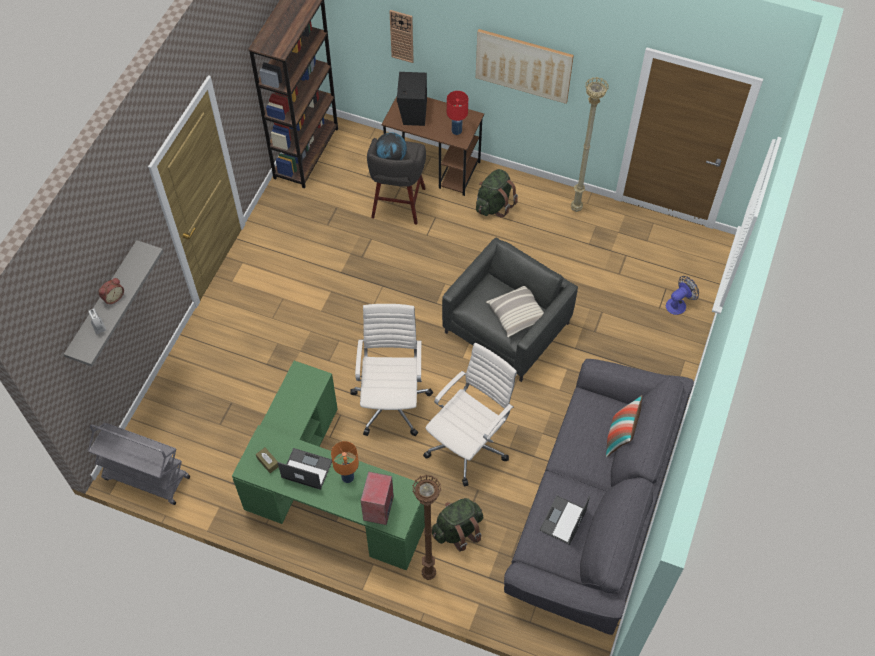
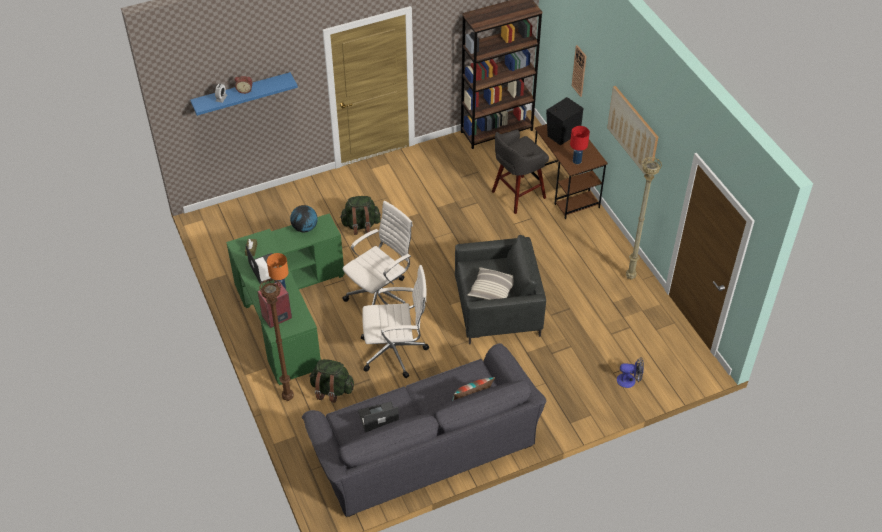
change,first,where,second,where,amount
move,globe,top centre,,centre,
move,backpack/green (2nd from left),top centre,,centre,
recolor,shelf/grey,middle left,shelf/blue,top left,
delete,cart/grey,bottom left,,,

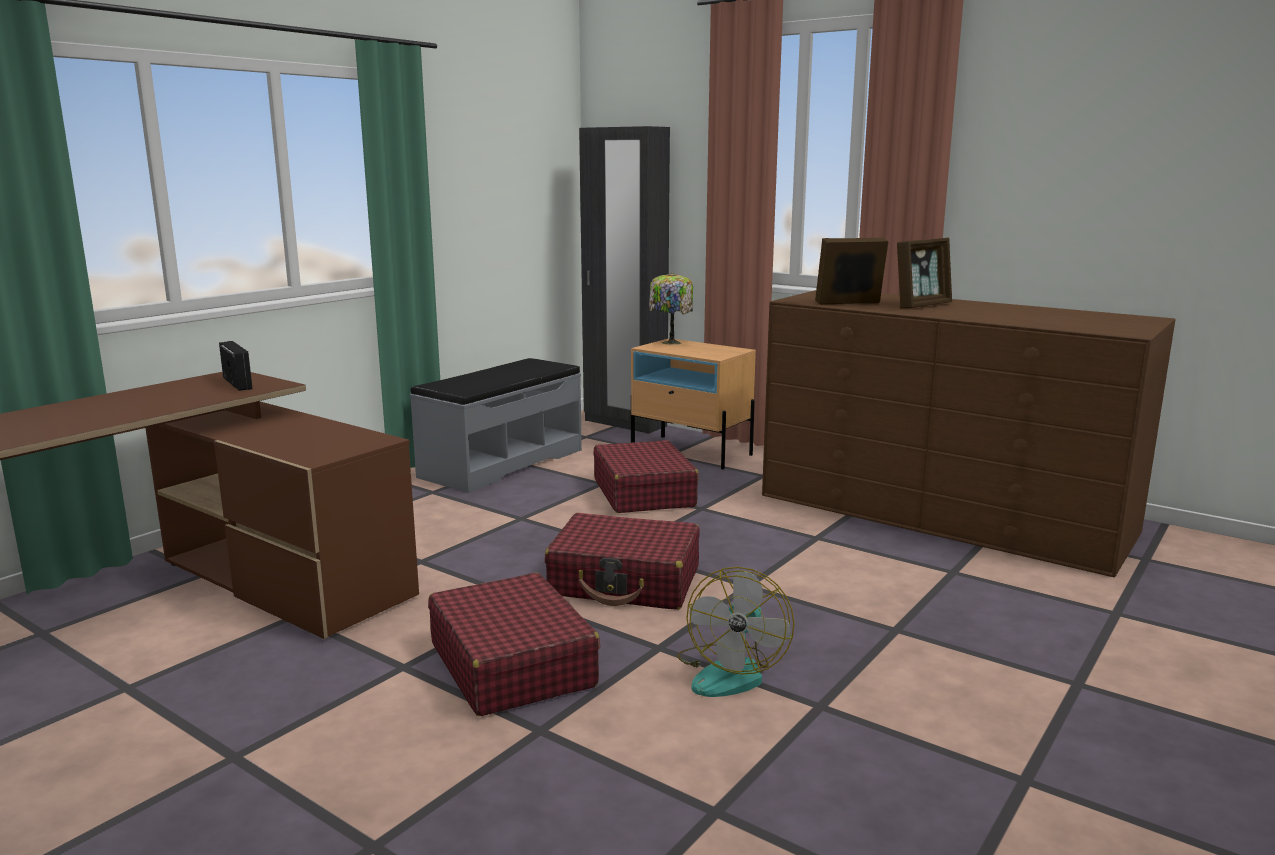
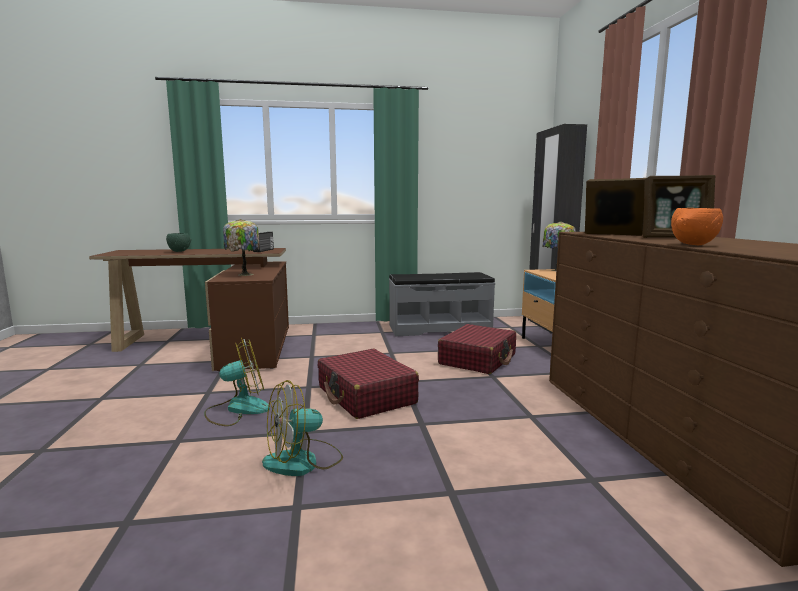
change,first,where,second,where,amount
replace,suitcase/red (1st from left),bottom centre,fan (1st from left),middle left,
insert,,,bowl/orange,middle right,
insert,,,table lamp (1st from left),middle left,
insert,,,bowl/green,middle left,

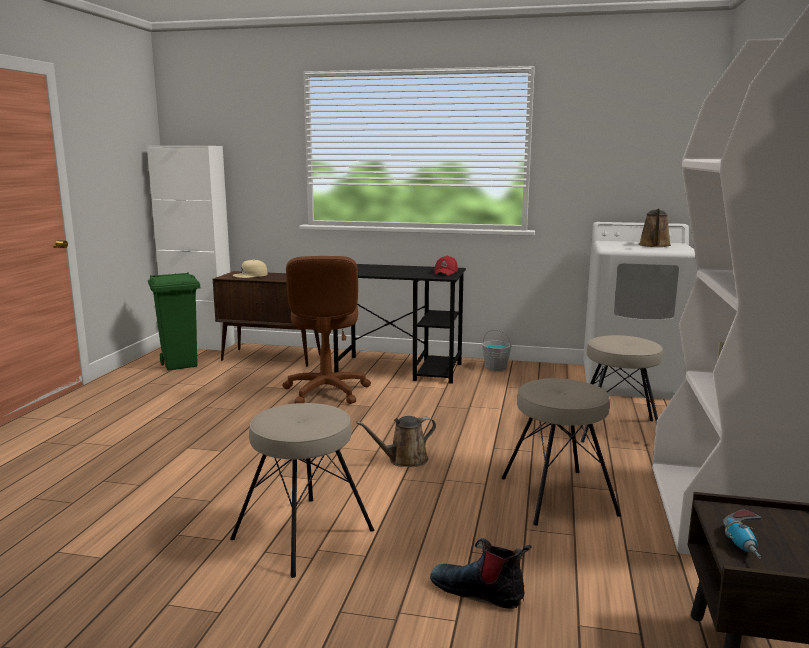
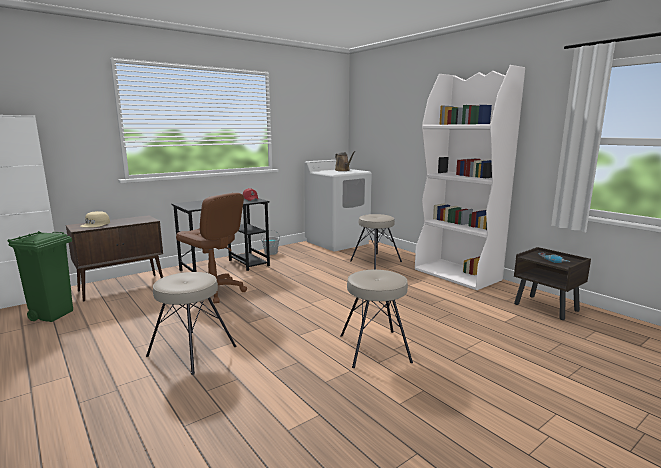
change,first,where,second,where,amount
move,stool/beige (2nd from left in the first image),bottom right,stool/beige (1st from left),bottom left,
delete,watering can/brown (1st from left),bottom centre,,,
delete,boot,bottom centre,,,

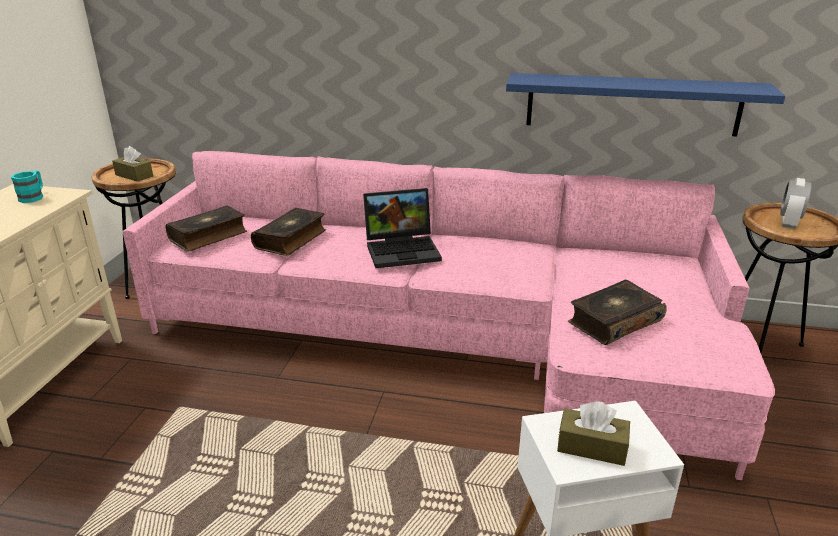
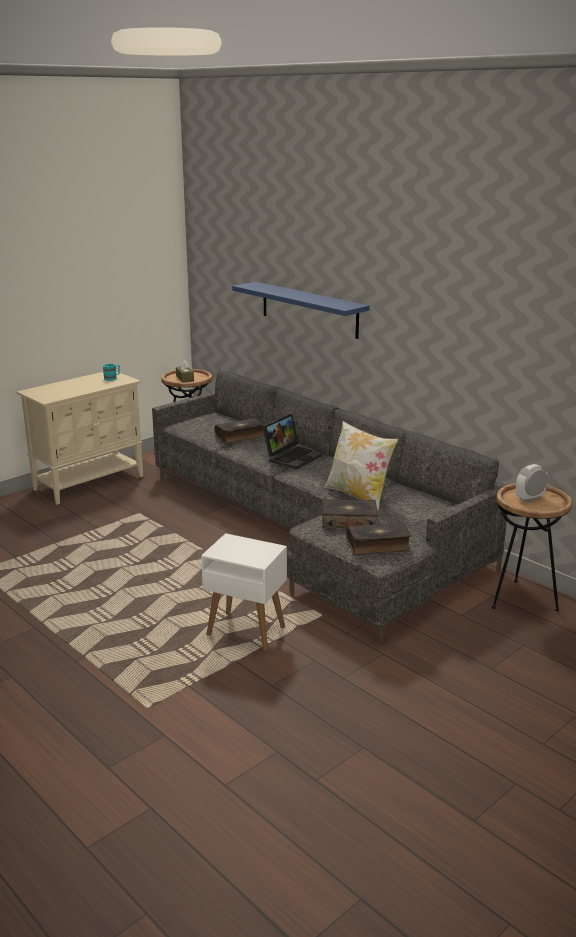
change,first,where,second,where,amount
move,shelf/blue,top right,,top centre,
recolor,sofa/pink,centre,sofa/grey,centre,
rotate,laptop,centre,,centre,75 degrees counterclockwise
move,book (1st from left in the first image),middle left,book (3rd from left),centre,
delete,tissue box/brown (2nd from left),bottom right,,,
insert,,,pillow,centre,

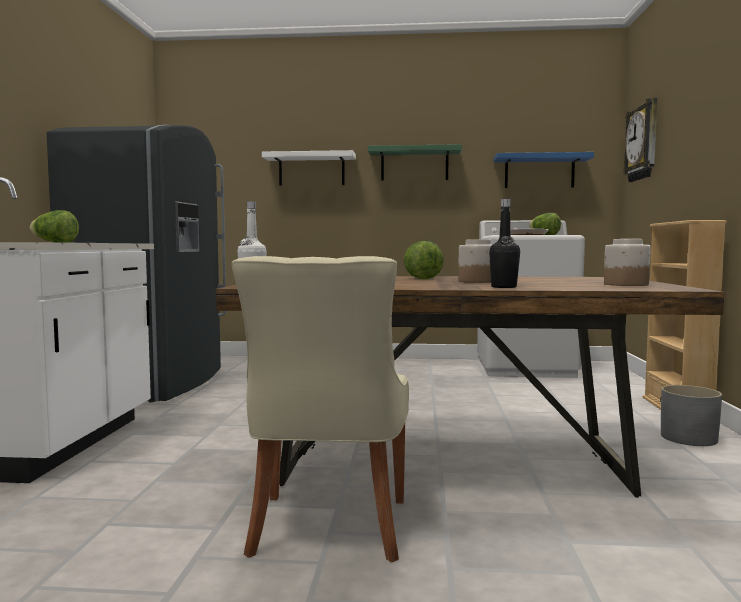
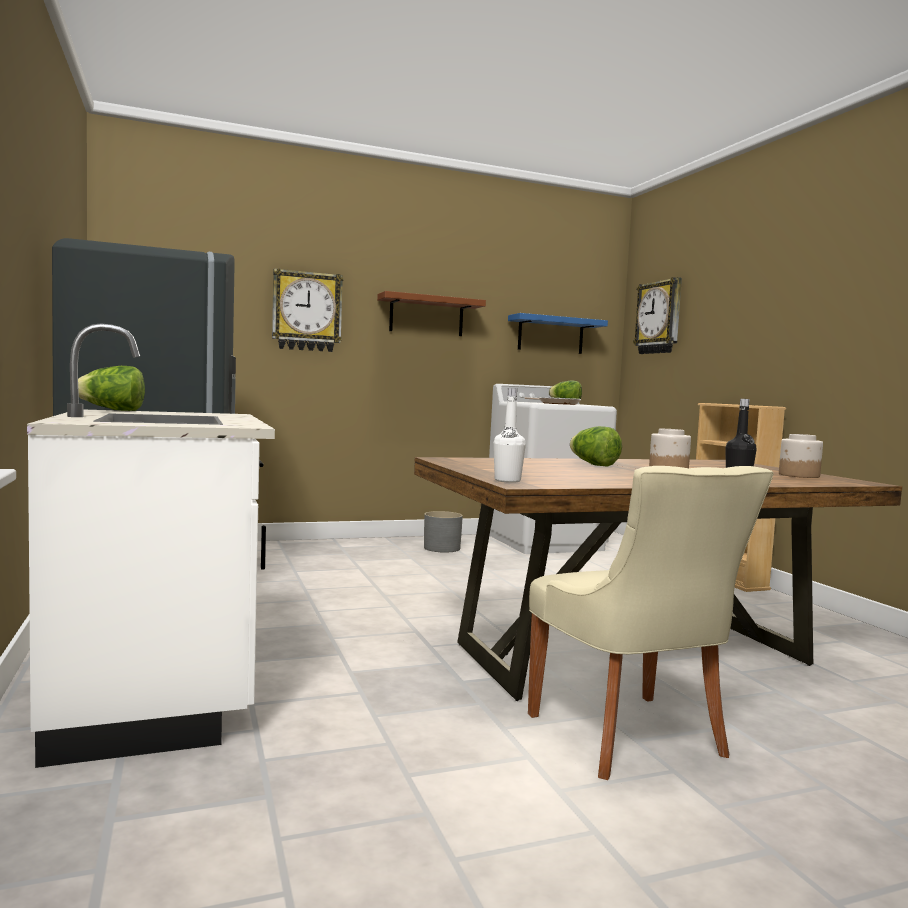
change,first,where,second,where,amount
recolor,shelf/green,top centre,shelf/brown,centre,
replace,shelf/white,top centre,wall clock (1st from left),centre,
move,planter/grey,bottom right,,centre,

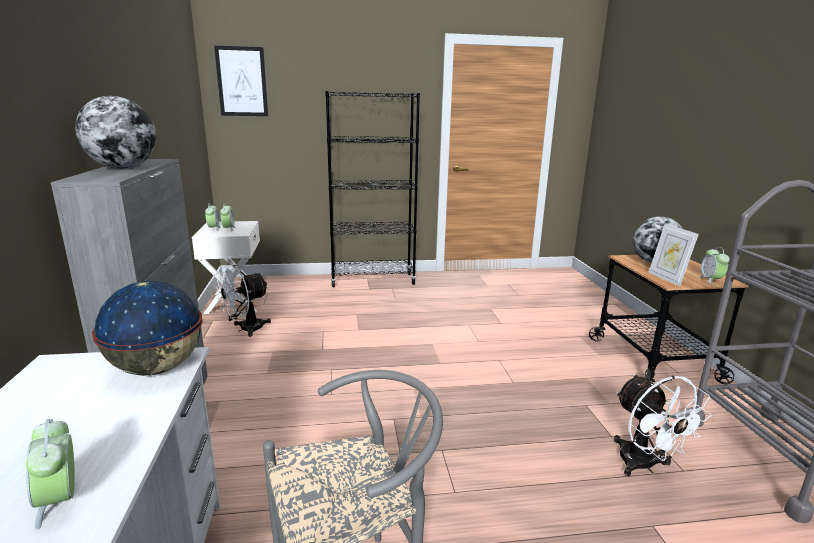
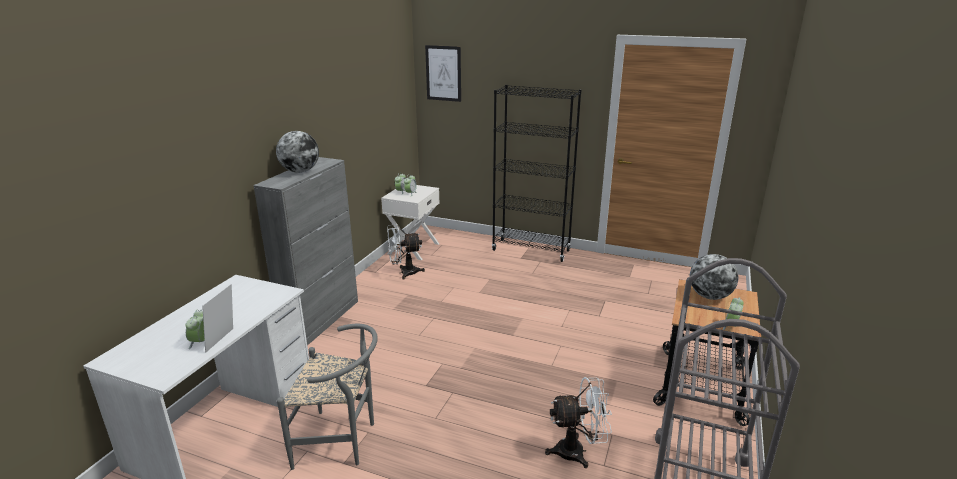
change,first,where,second,where,amount
move,picture frame,middle right,,middle left,
delete,globe (2nd from left),middle left,,,
rotate,fan/white (2nd from left),bottom right,,bottom centre,105 degrees counterclockwise

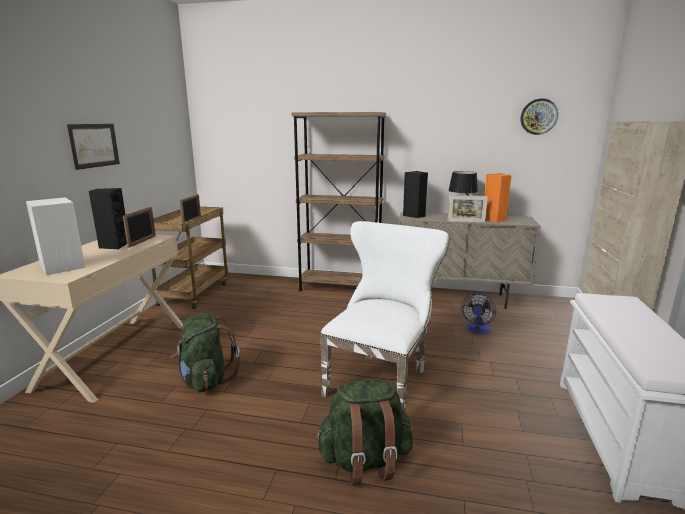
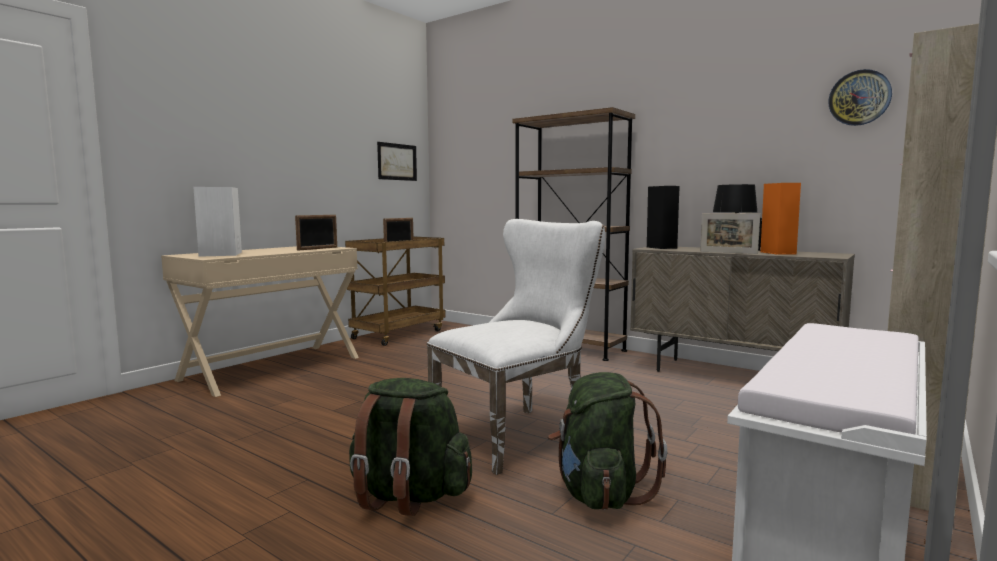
change,first,where,second,where,amount
move,picture,top left,,top centre,
delete,speaker/black (1st from left),middle left,,,
delete,fan,middle right,,,
move,backpack/green (1st from left in the first image),bottom left,backpack/green (2nd from left),bottom centre,

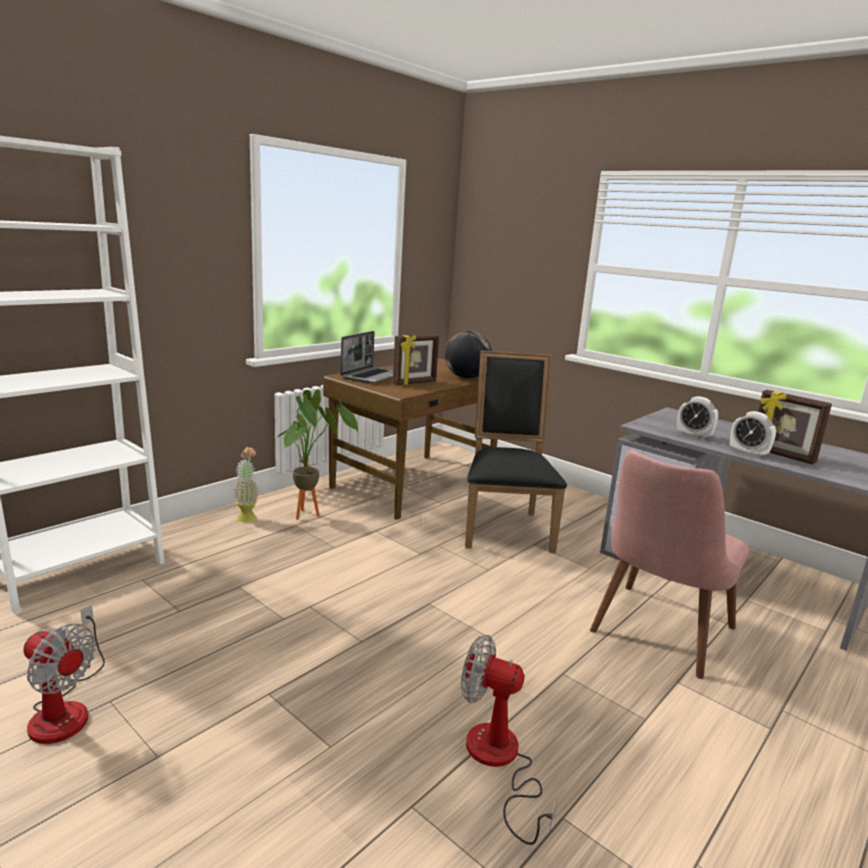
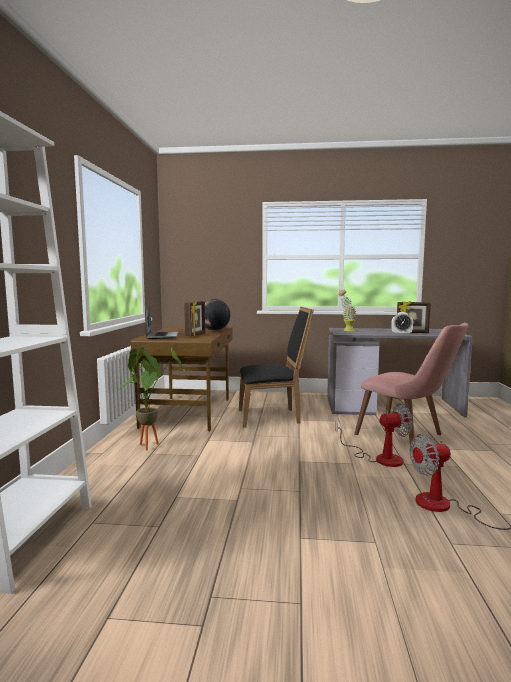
change,first,where,second,where,amount
rotate,chair/black,centre,,centre,120 degrees clockwise
delete,alarm clock (1st from left),middle right,,,
move,potted plant (1st from left in the first image),middle left,potted plant (2nd from left),middle right,
rotate,chair/pink,middle right,,middle right,45 degrees counterclockwise
move,fan (1st from left),bottom left,,middle right,

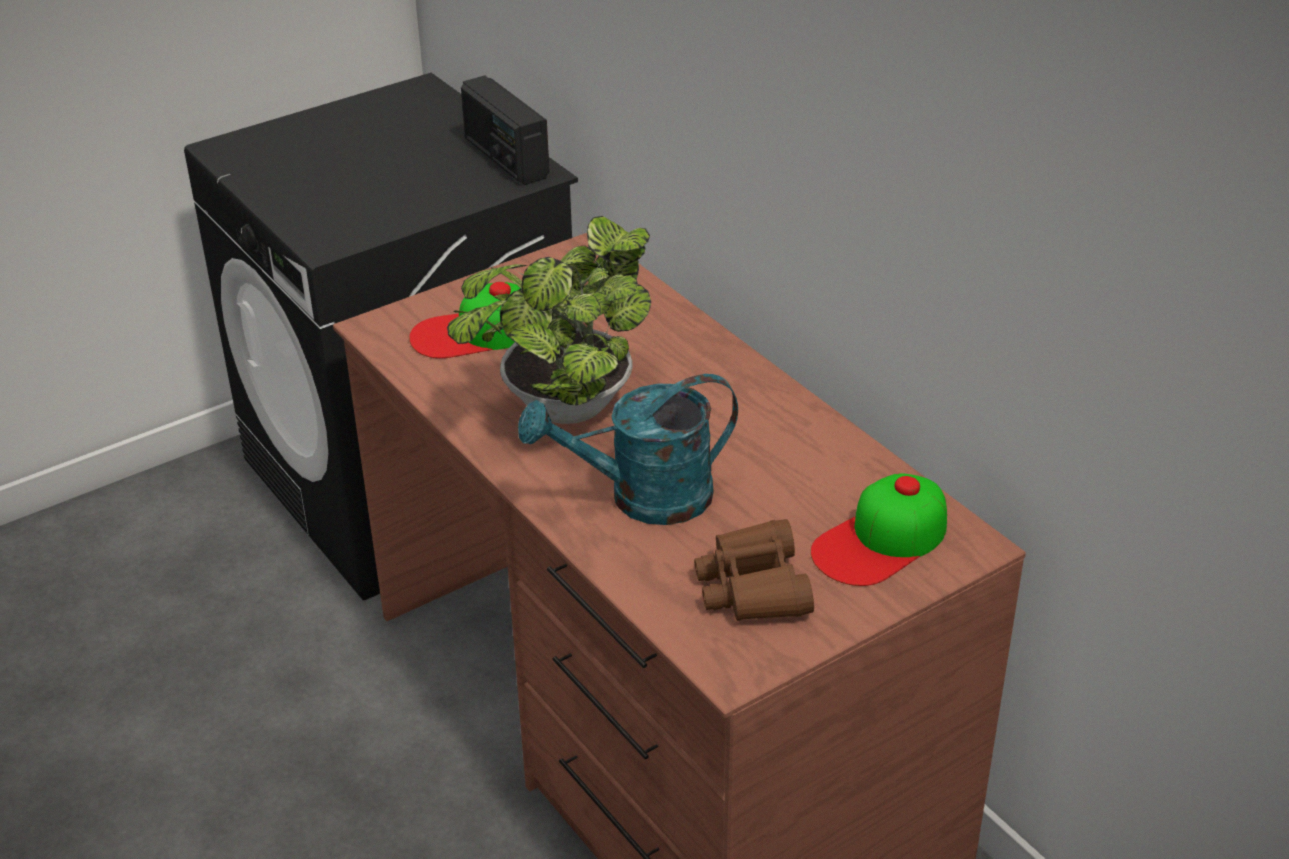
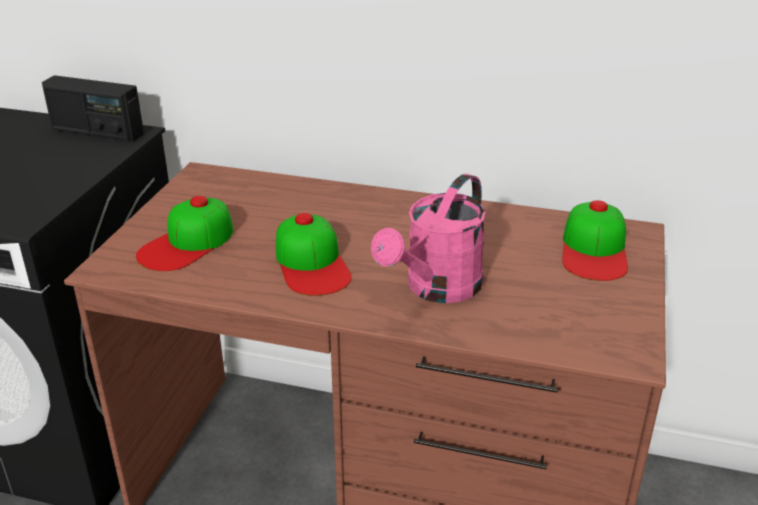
change,first,where,second,where,amount
replace,potted plant,centre,cap (2nd from left),centre,
recolor,watering can/turquoise,centre,watering can/pink,centre,
delete,binoculars/brown,centre,,,

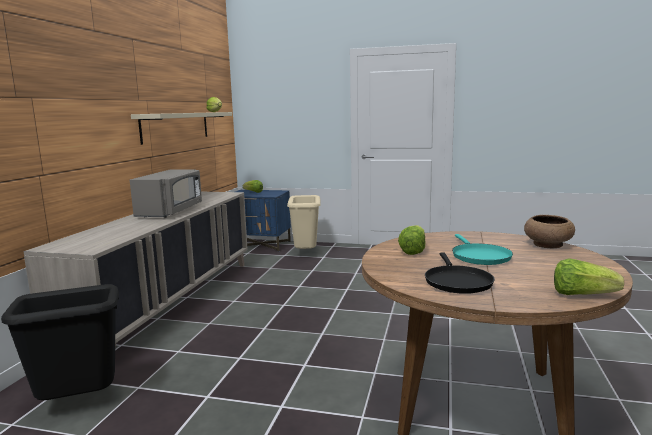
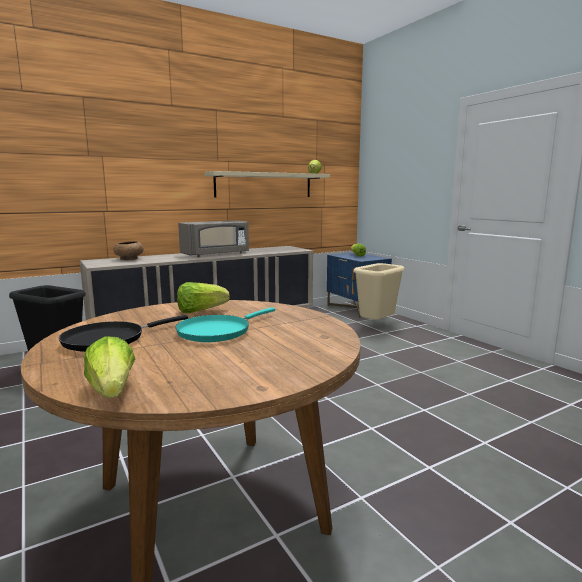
change,first,where,second,where,amount
move,bowl/brown,middle right,,middle left,

